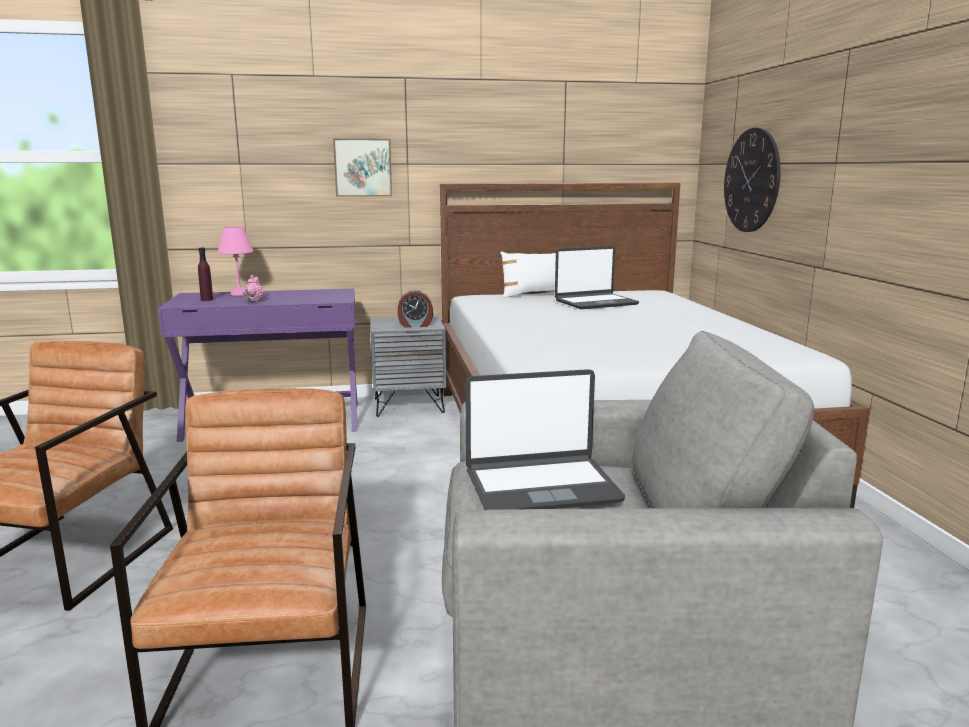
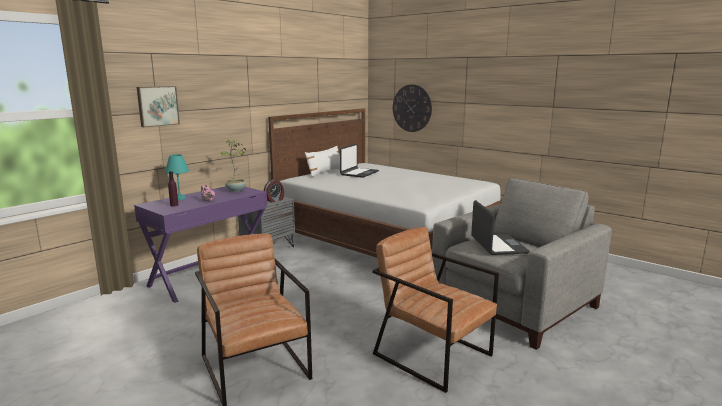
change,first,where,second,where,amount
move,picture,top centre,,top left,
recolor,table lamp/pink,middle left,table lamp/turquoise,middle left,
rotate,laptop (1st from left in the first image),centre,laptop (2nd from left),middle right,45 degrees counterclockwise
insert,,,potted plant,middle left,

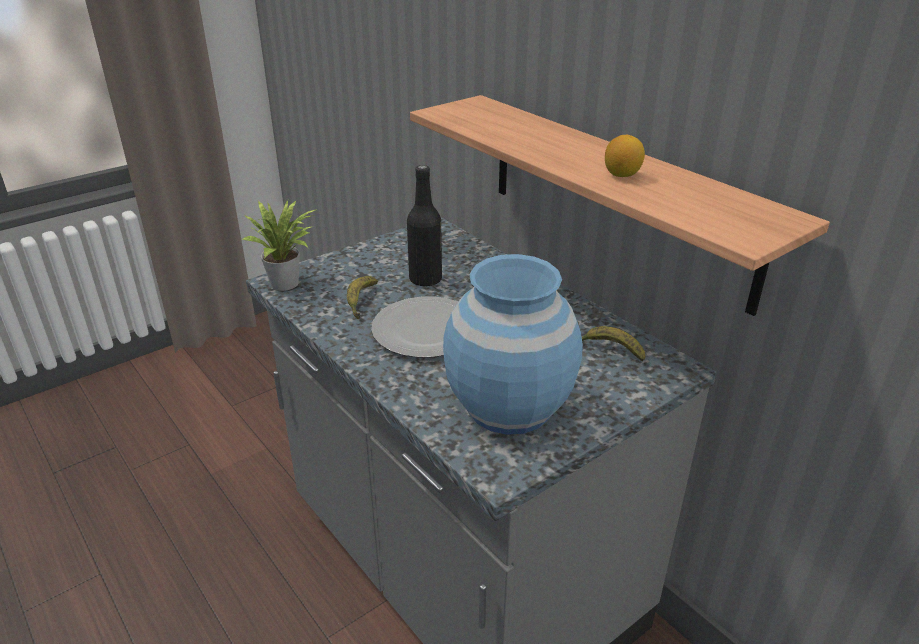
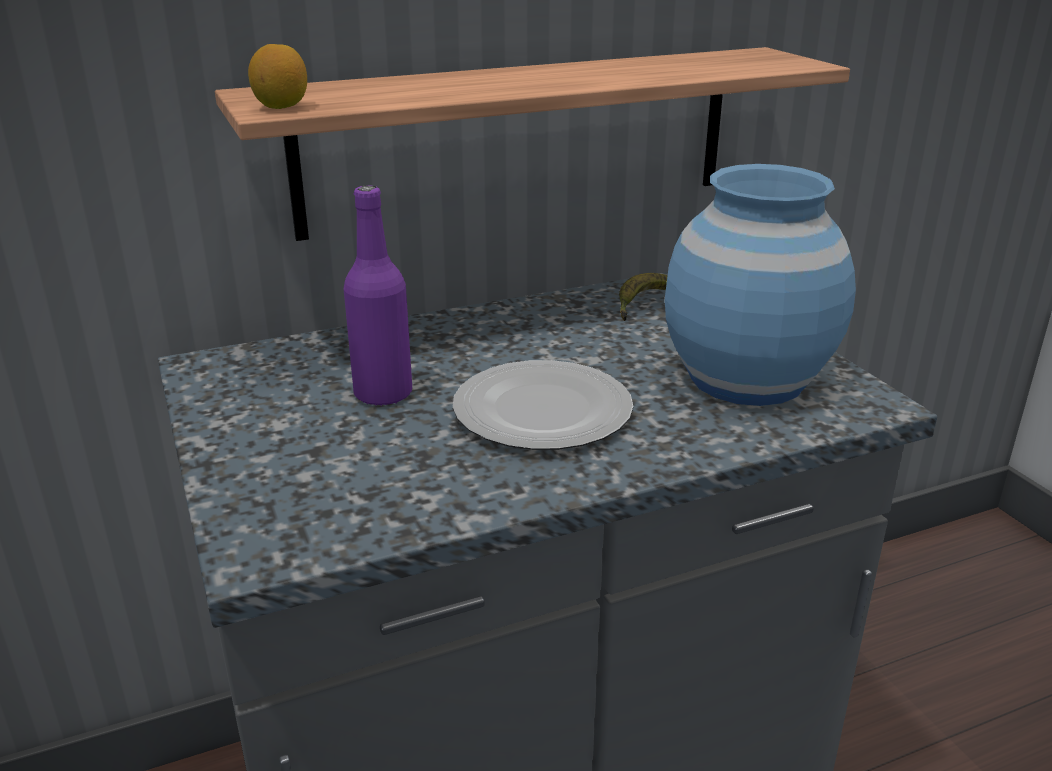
change,first,where,second,where,amount
move,lemon,top right,,top left,
recolor,bottle/black,centre,bottle/purple,centre,
delete,potted plant,middle left,,,
delete,banana (1st from left),centre,,,

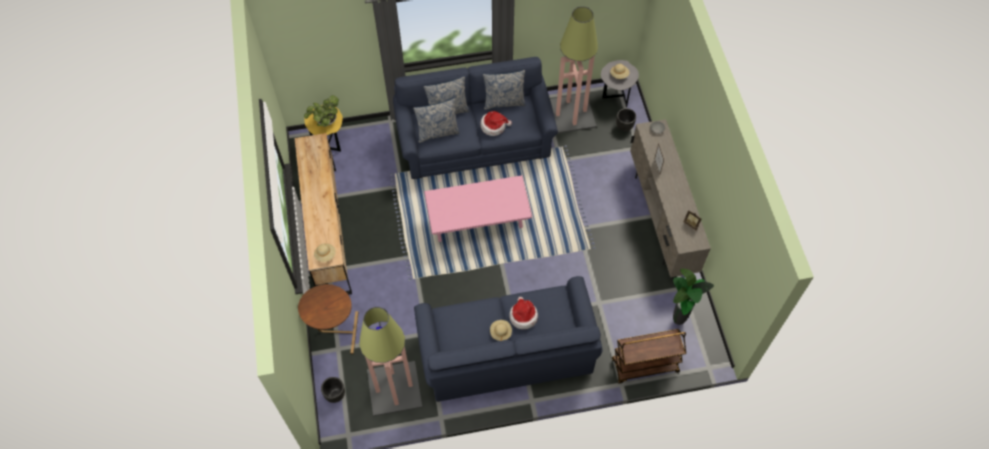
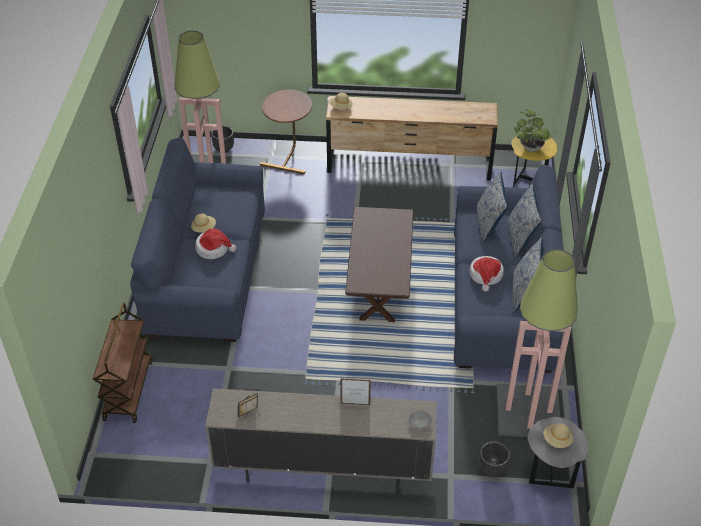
change,first,where,second,where,amount
recolor,coffee table/pink,centre,coffee table/brown,centre,
delete,potted plant (2nd from left),middle right,,,

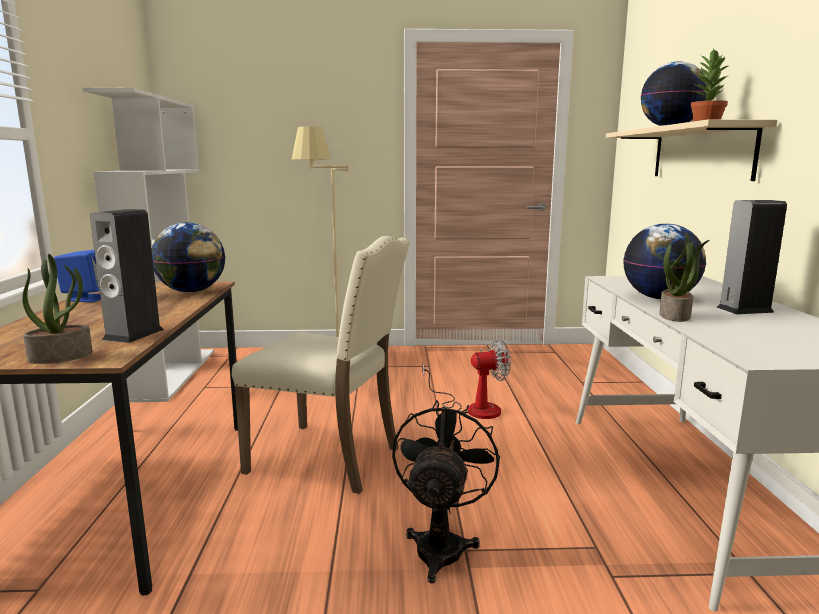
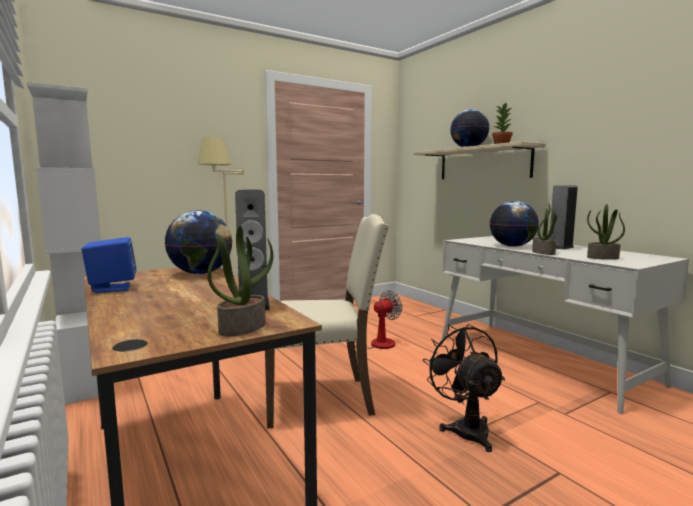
change,first,where,second,where,amount
insert,,,potted plant (4th from left),middle right,

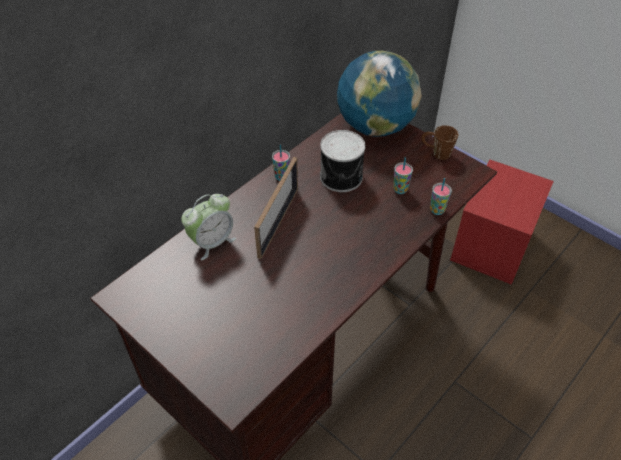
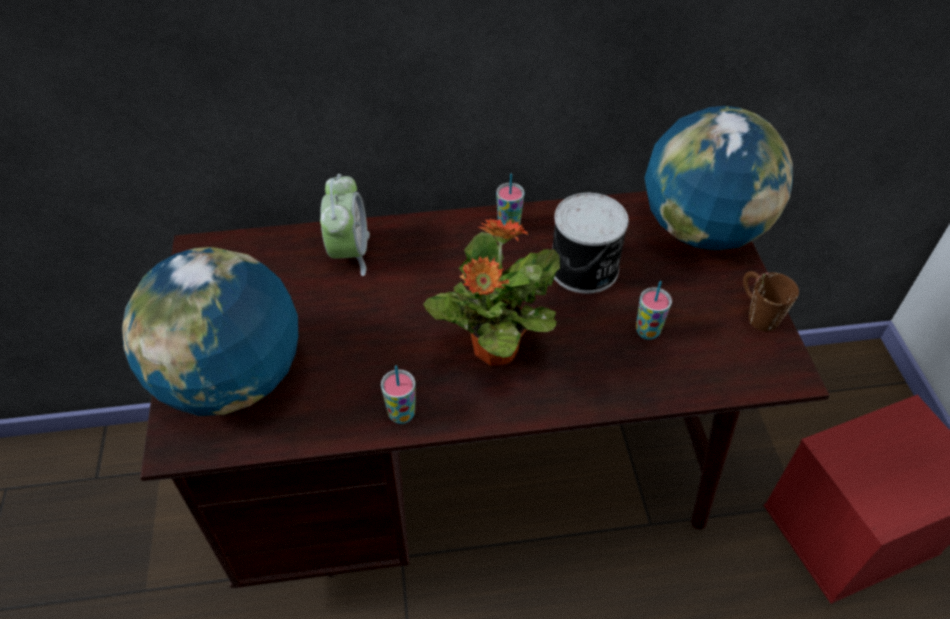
change,first,where,second,where,amount
delete,picture frame,centre,,,
move,cup (3rd from left in the first image),middle right,cup (1st from left),centre,
rotate,alarm clock,centre,,centre,90 degrees counterclockwise
insert,,,potted plant,centre,
insert,,,globe (1st from left),middle left,

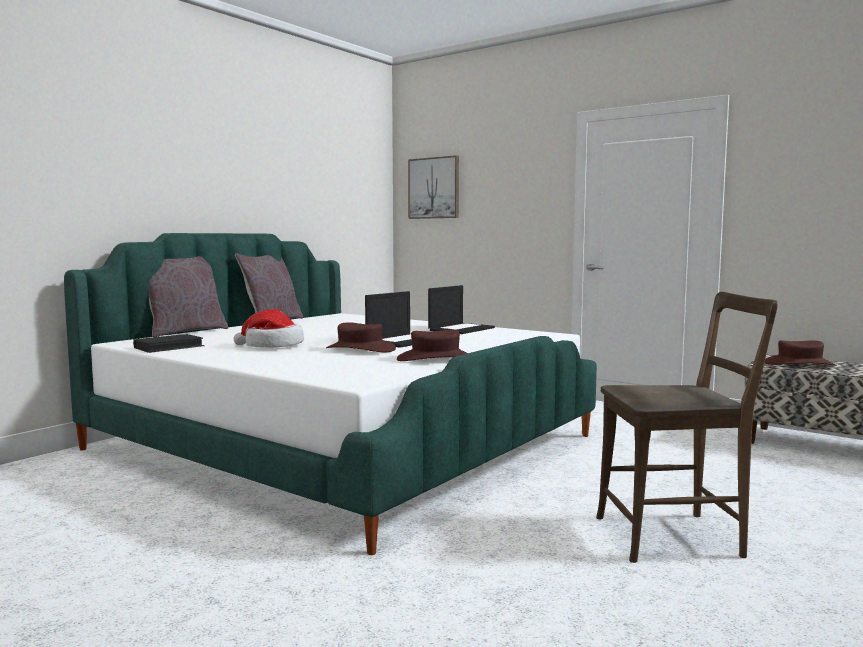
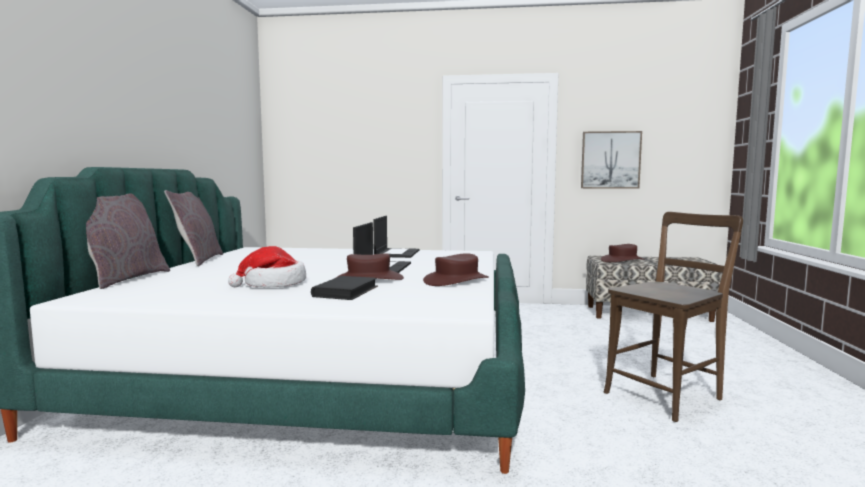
change,first,where,second,where,amount
move,picture,top centre,,top right,
move,book/black,middle left,,centre,

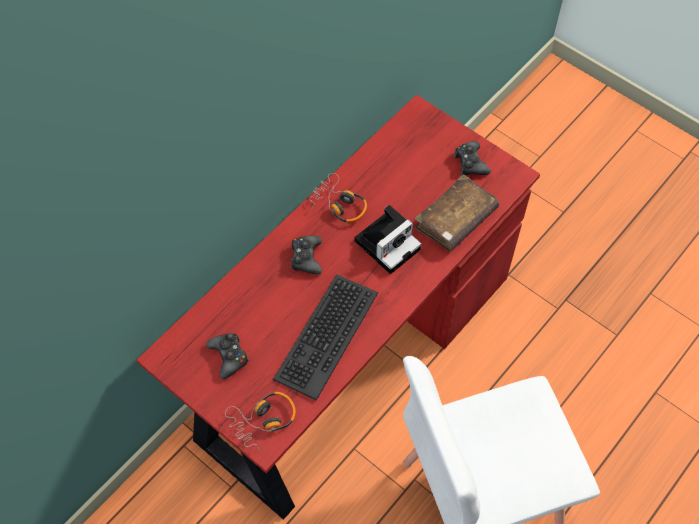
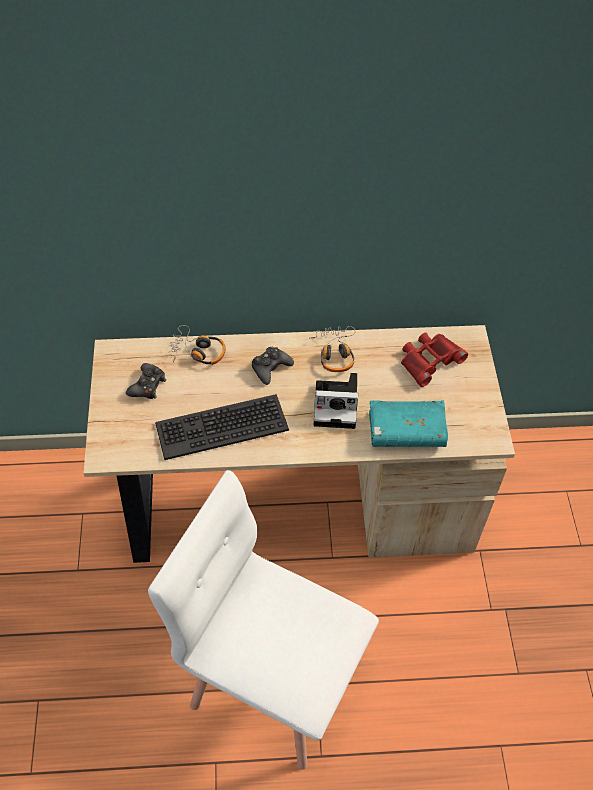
change,first,where,second,where,amount
recolor,desk/red,centre,desk/beige,centre,
delete,game controller/black (3rd from left),top right,,,
recolor,book/brown,centre,book/turquoise,middle right,
move,headphones (1st from left),bottom centre,,middle left,
insert,,,binoculars/red,middle right,

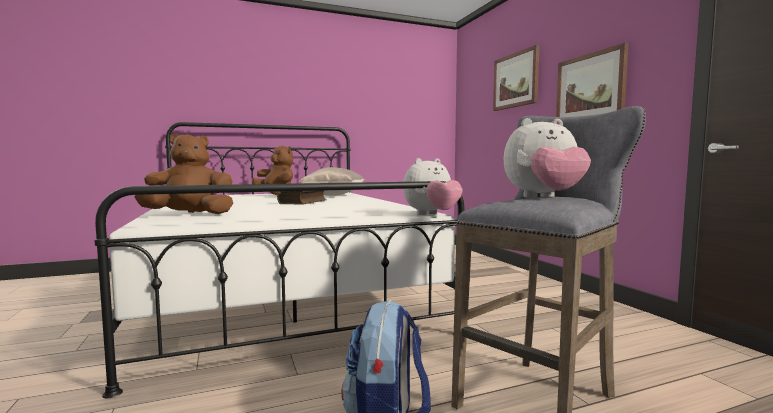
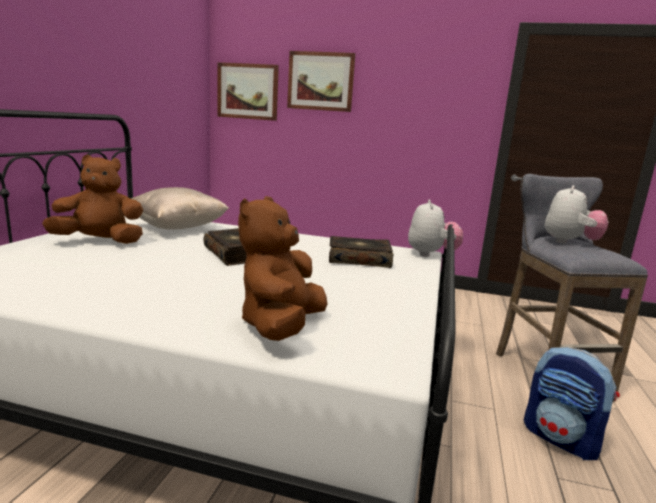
change,first,where,second,where,amount
move,picture (2nd from left in the first image),top right,picture (1st from left),top centre,
insert,,,book (2nd from left),centre,

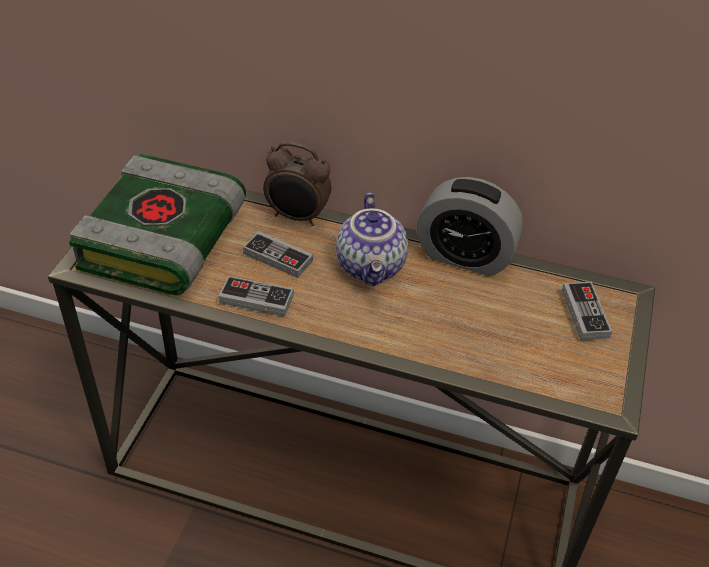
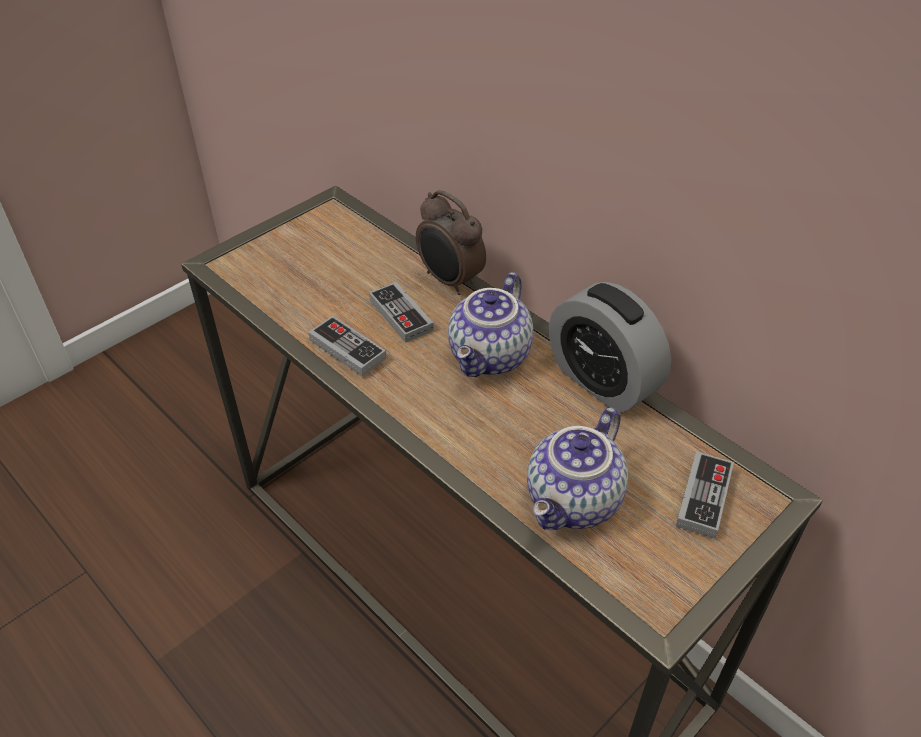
change,first,where,second,where,amount
delete,book,middle left,,,
insert,,,teapot (2nd from left),centre,

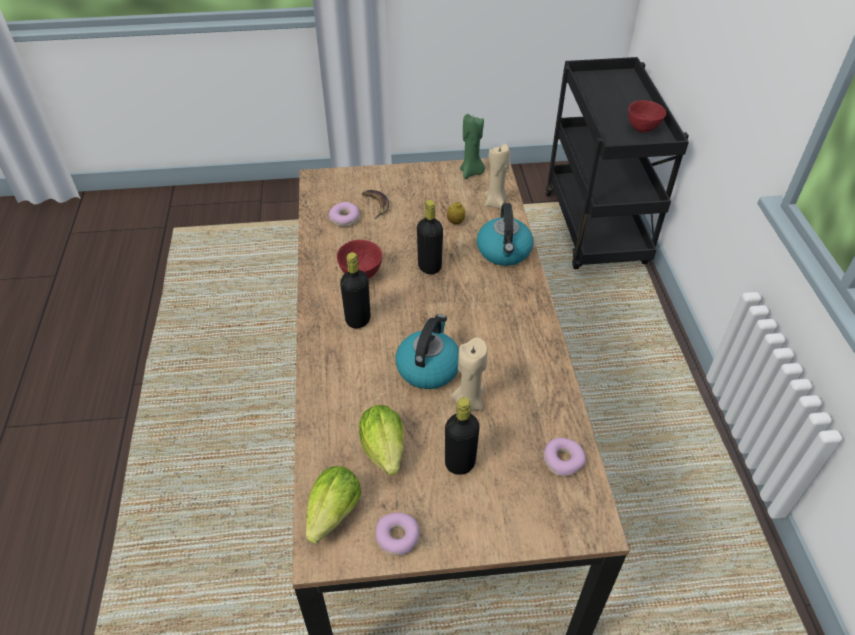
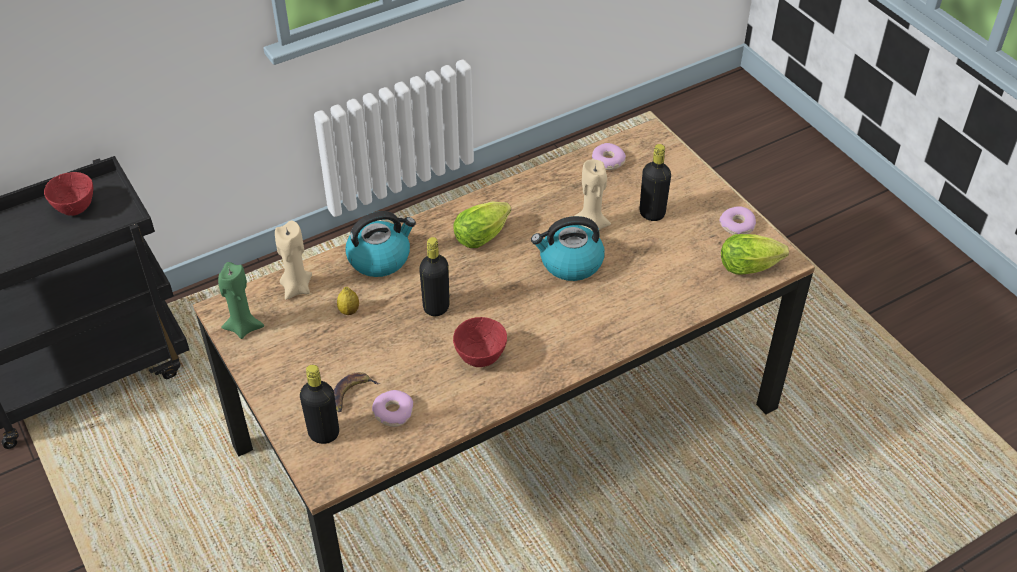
change,first,where,second,where,amount
move,bottle/black (1st from left),centre,,bottom left,
move,lettuce (2nd from left in the first image),bottom centre,lettuce (1st from left),centre,

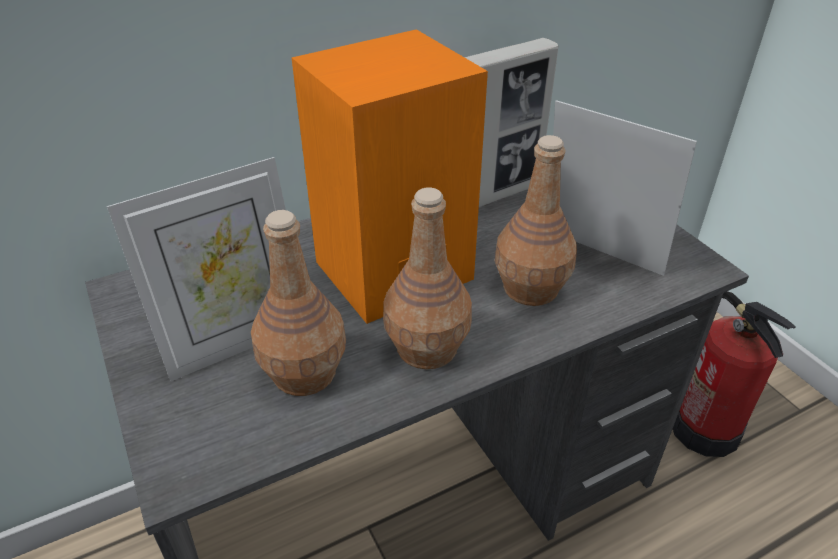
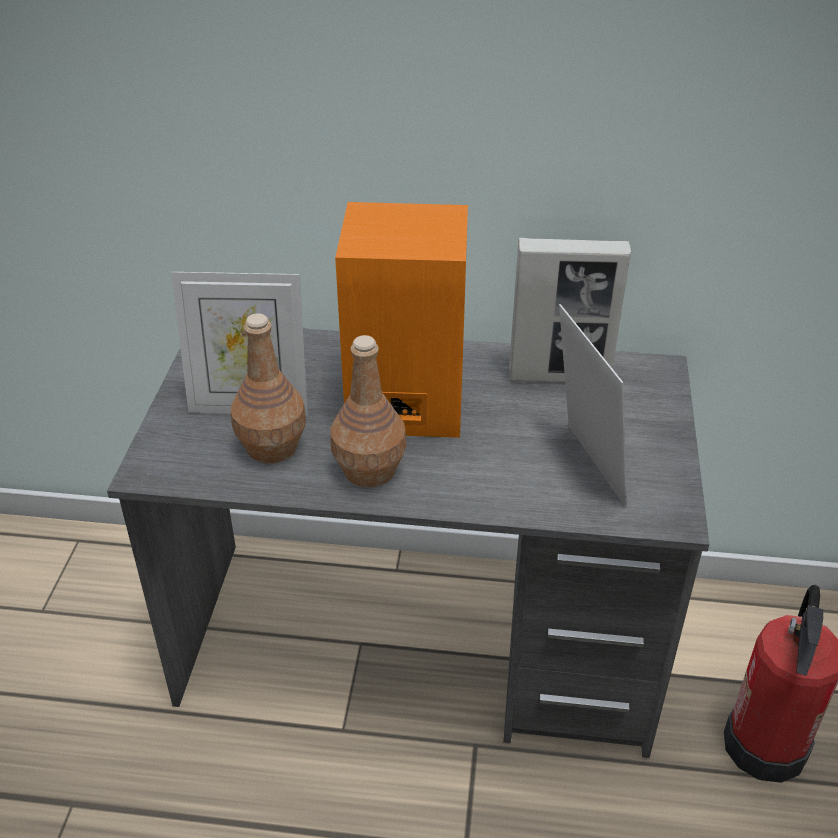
change,first,where,second,where,amount
delete,bottle/brown (3rd from left),centre,,,

